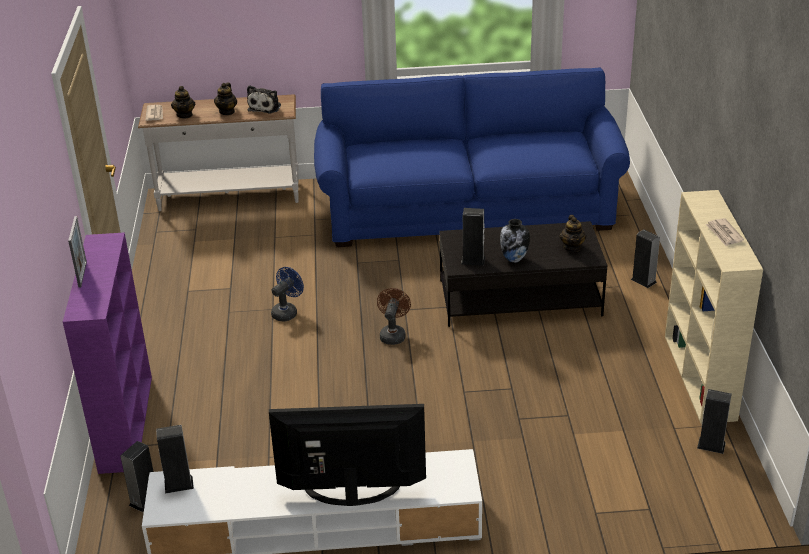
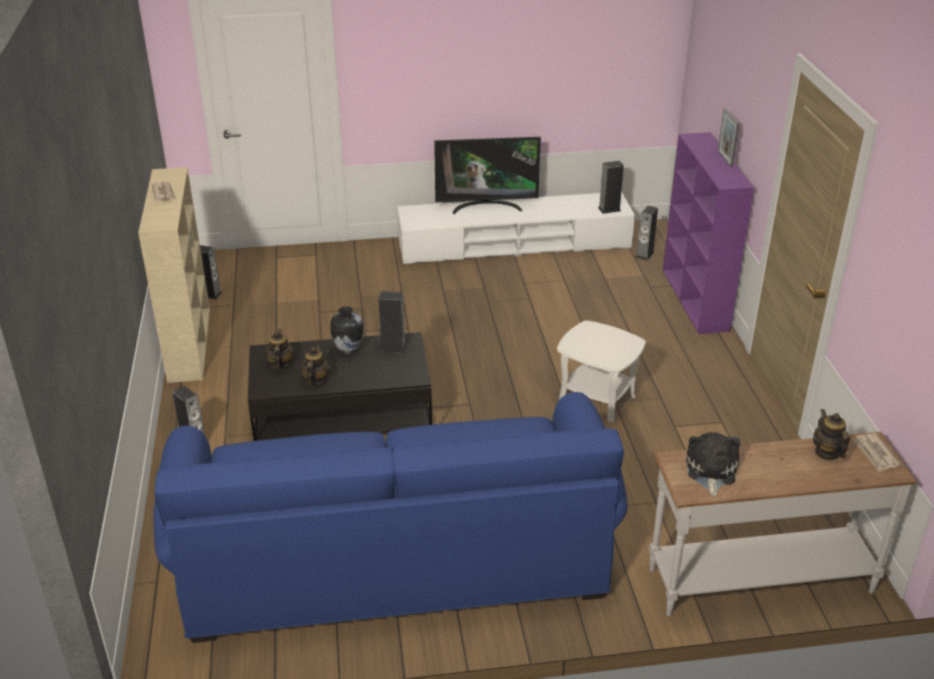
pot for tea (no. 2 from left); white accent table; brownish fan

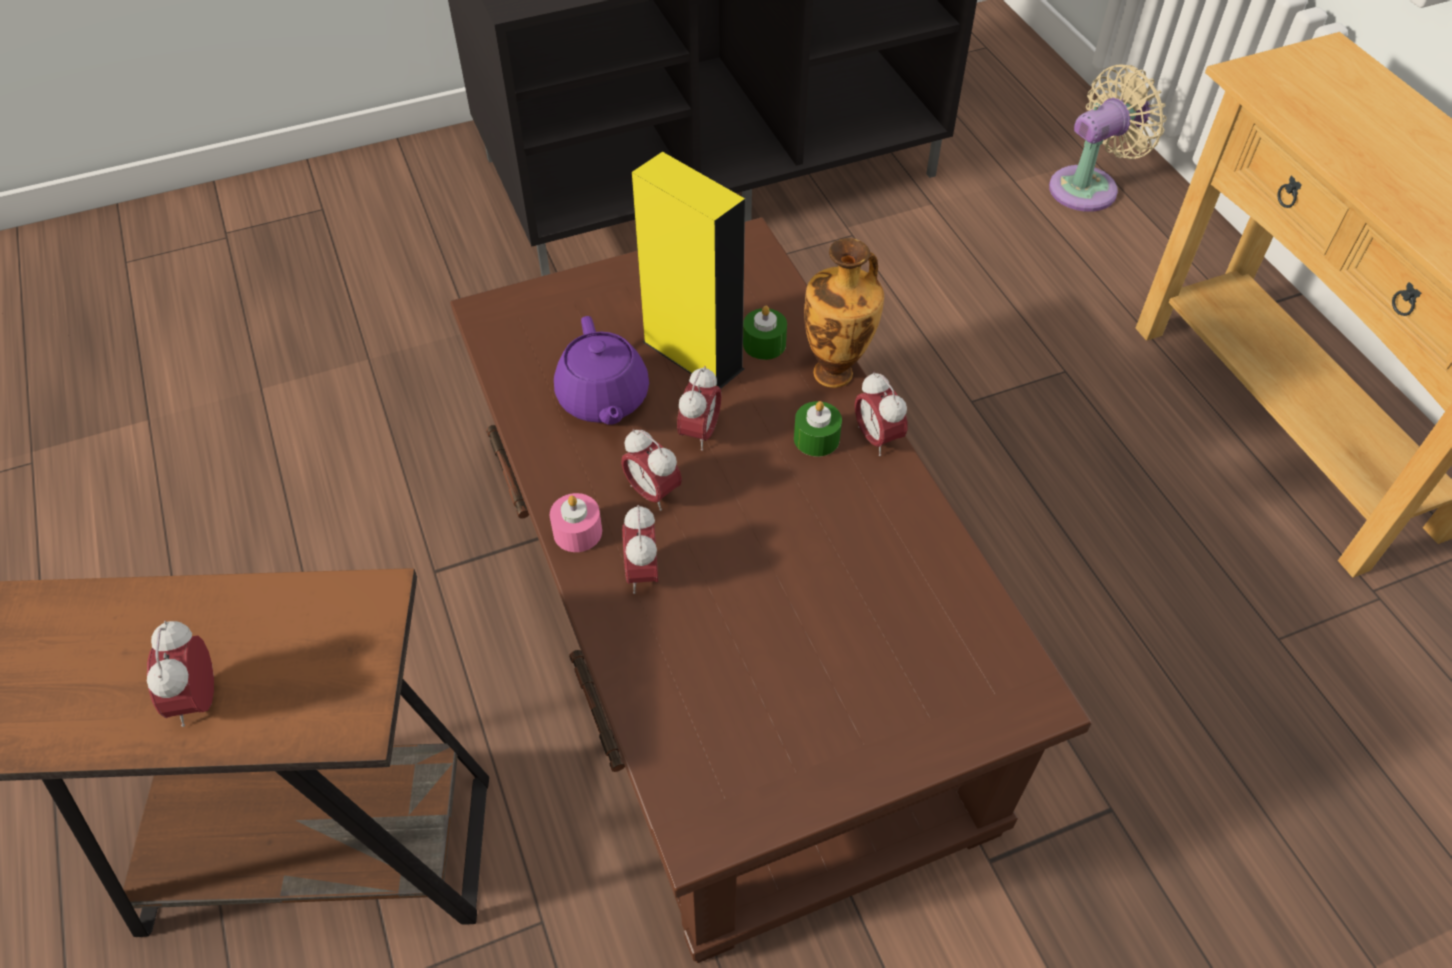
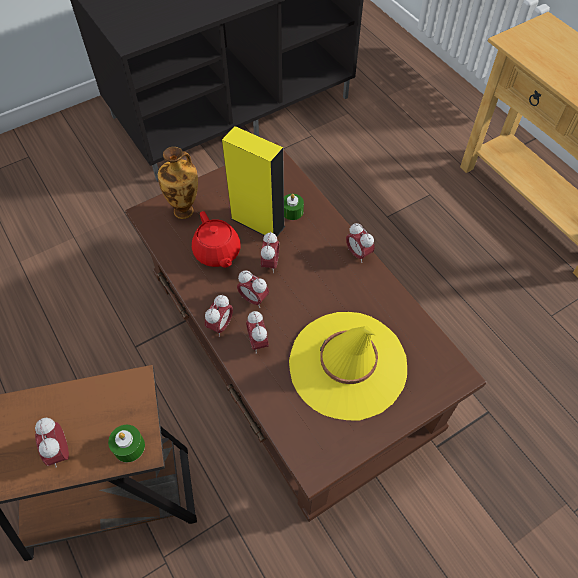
greenish candle (no. 1 from left); decorative vase; red pot for tea; alarm clock (no. 2 from left); yellow hat; beige fan

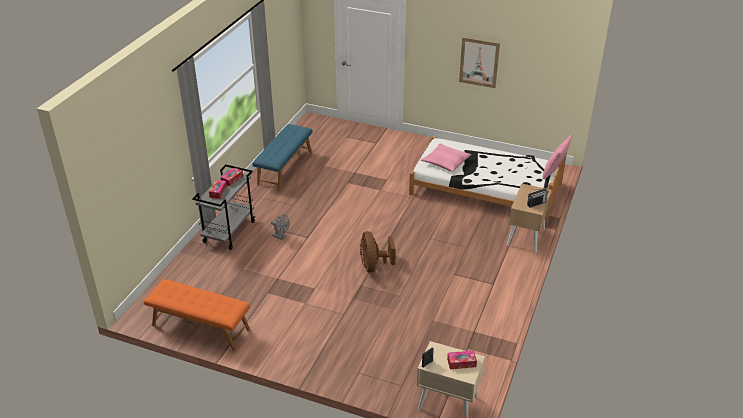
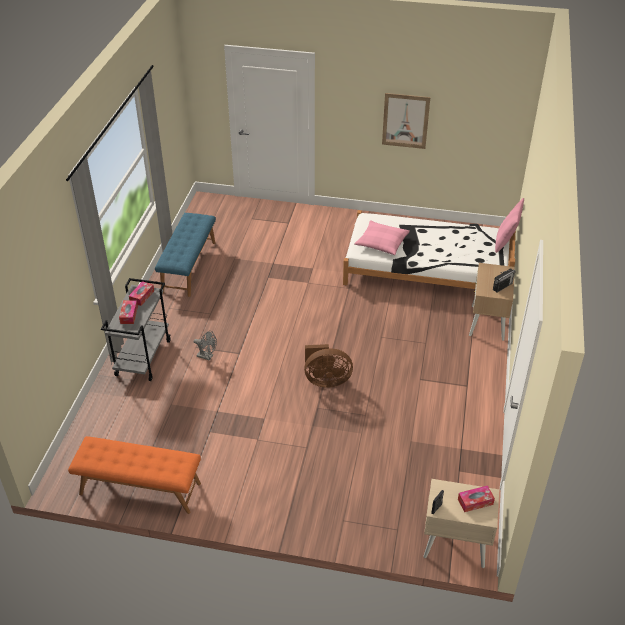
brownish fan

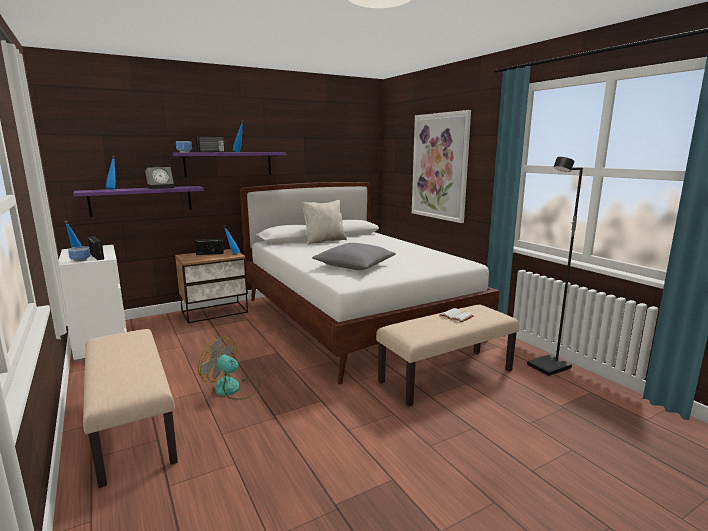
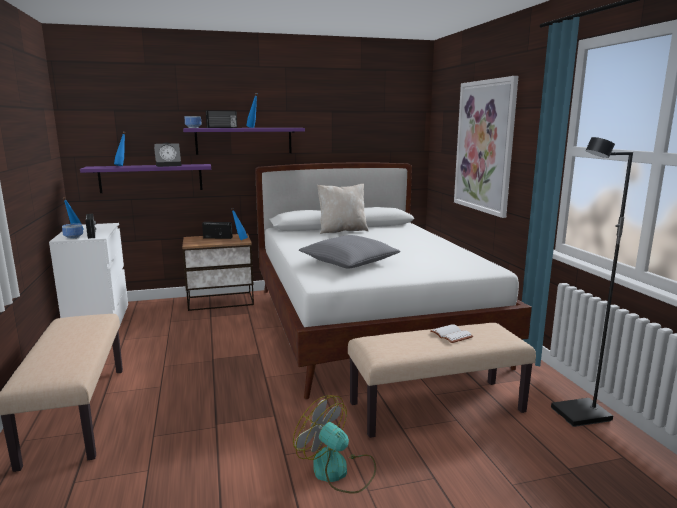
fan

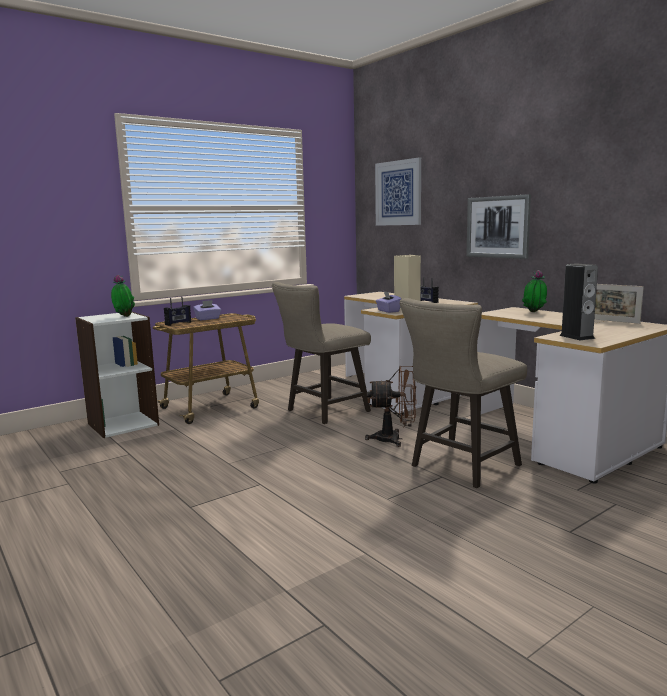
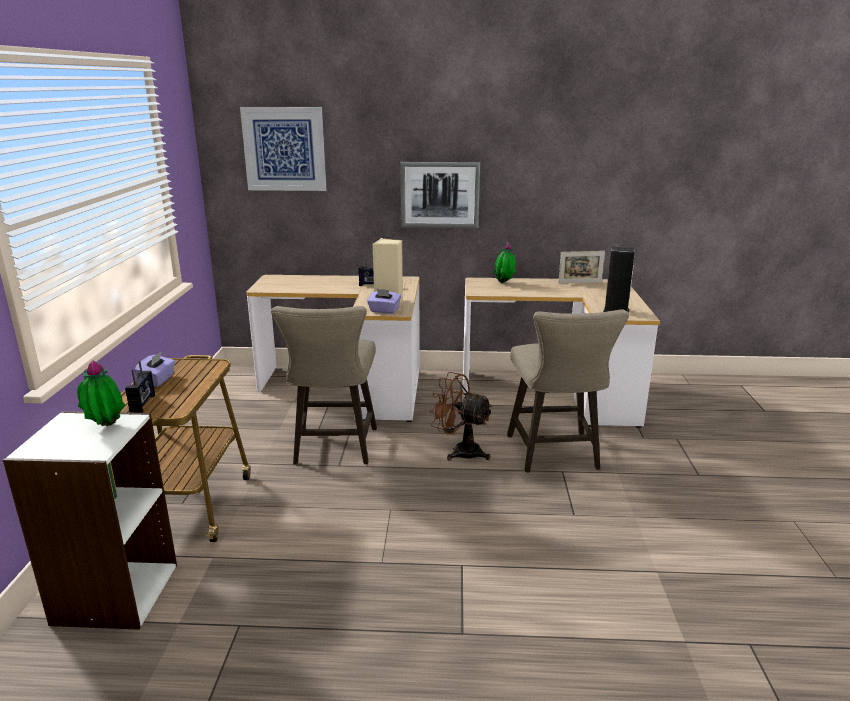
brownish fan

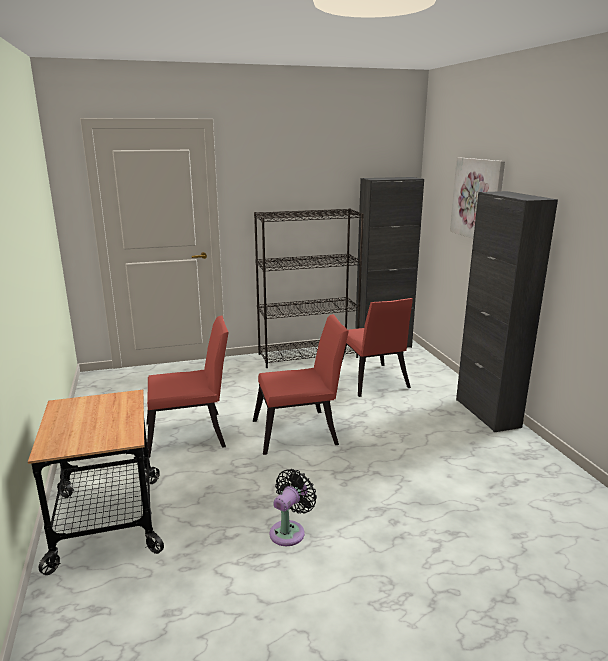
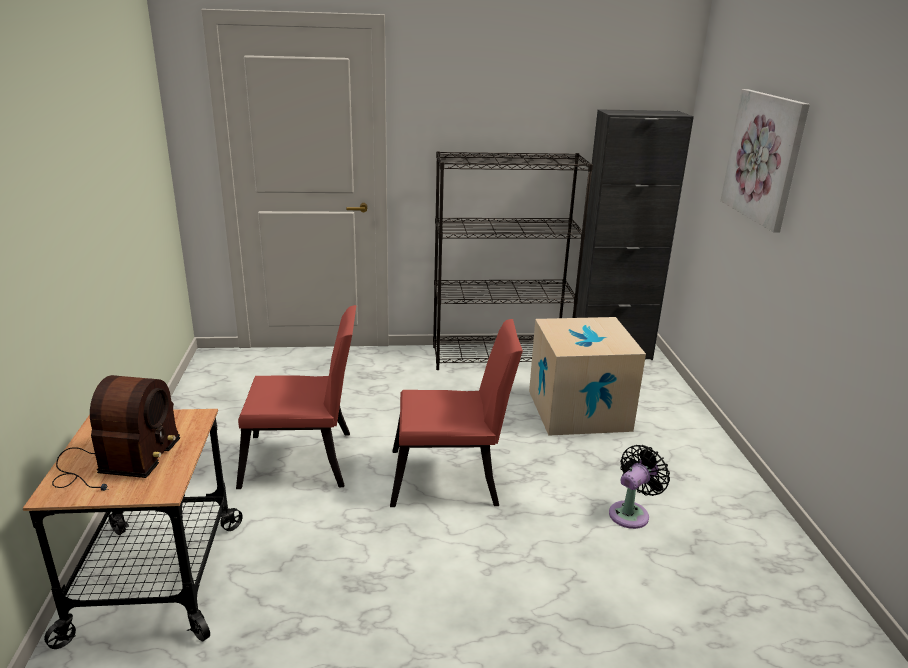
radio; cardboard box; black-coloured fan; black-coloured cupboard (no. 2 from left in the first image)

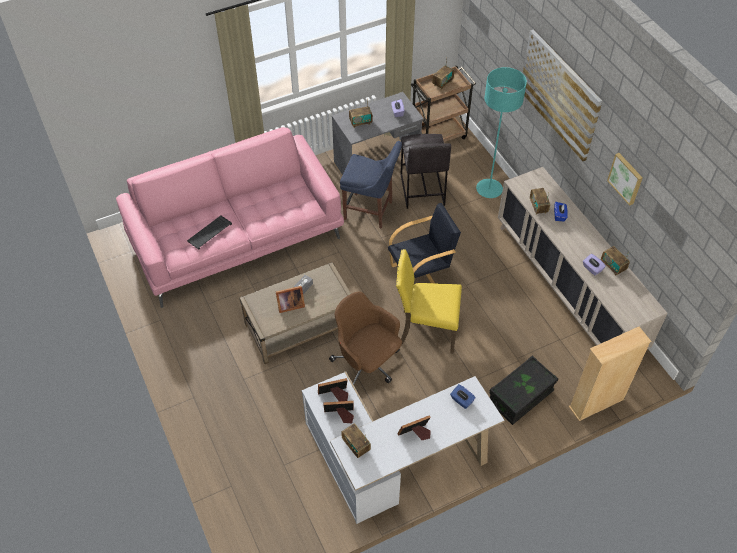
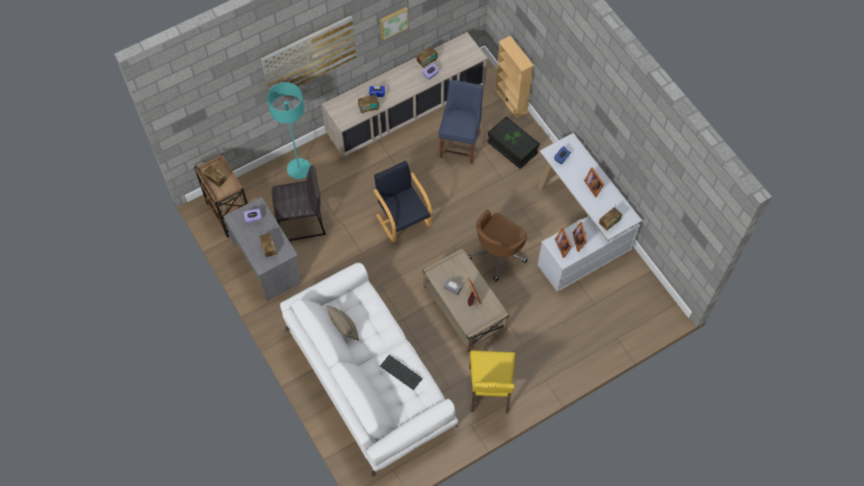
white couch; beige throw pillow; bluish plain chair; yellow plain chair

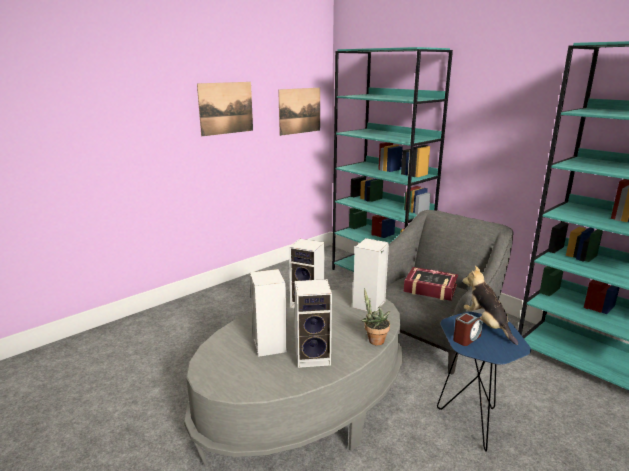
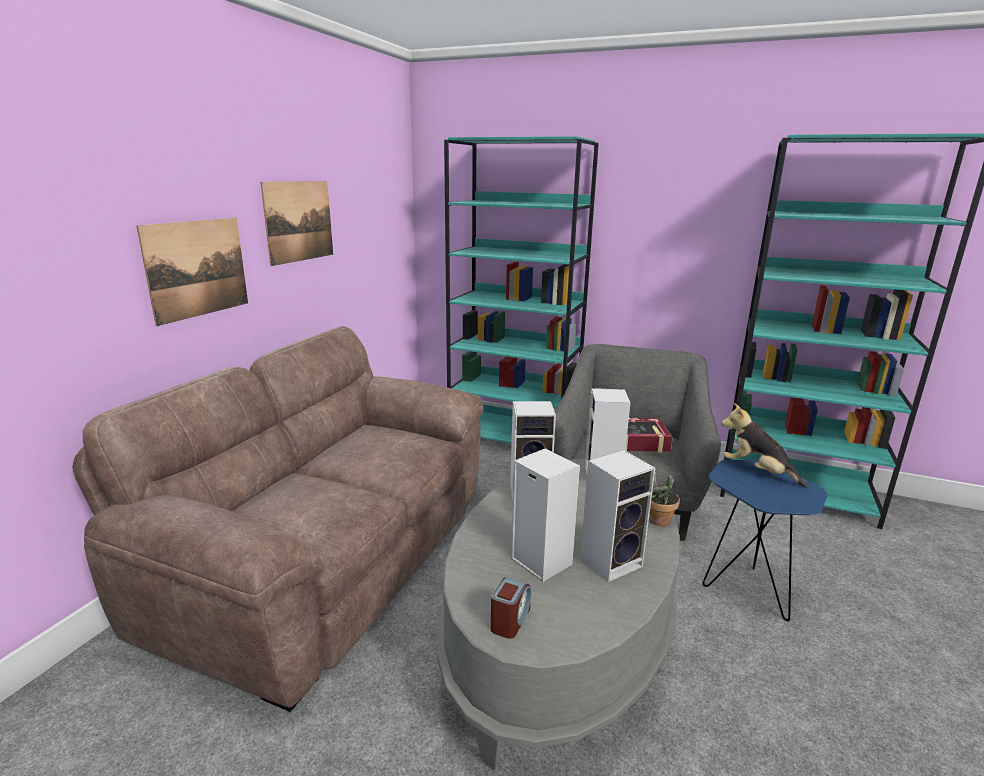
brownish couch; wall picture (no. 1 from left); alarm clock

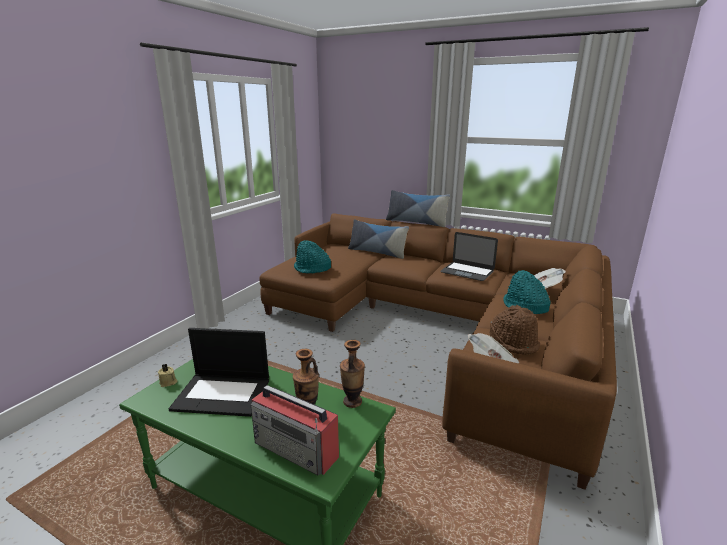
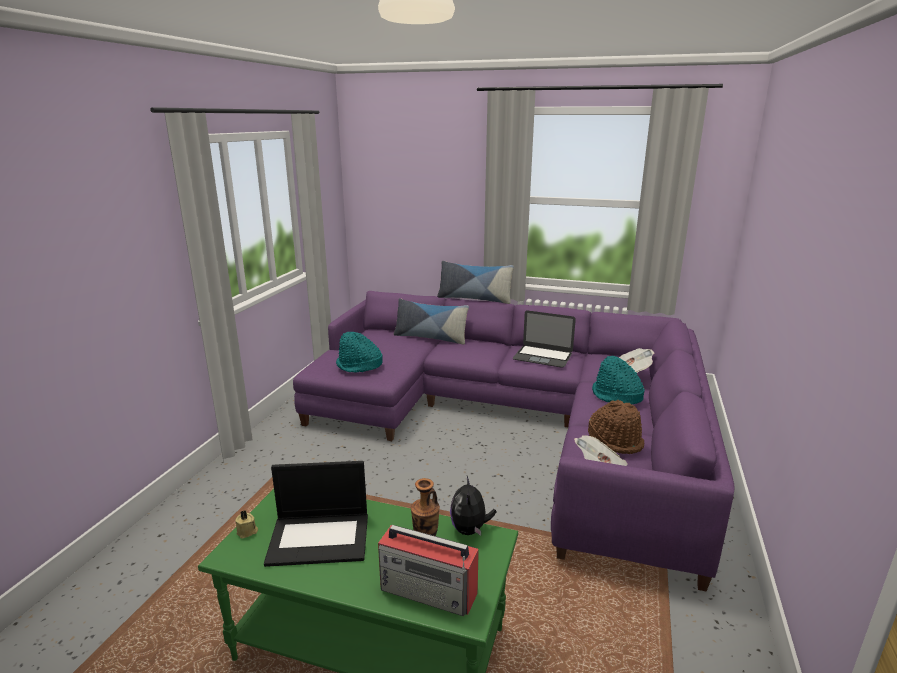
purple couch; plush toy

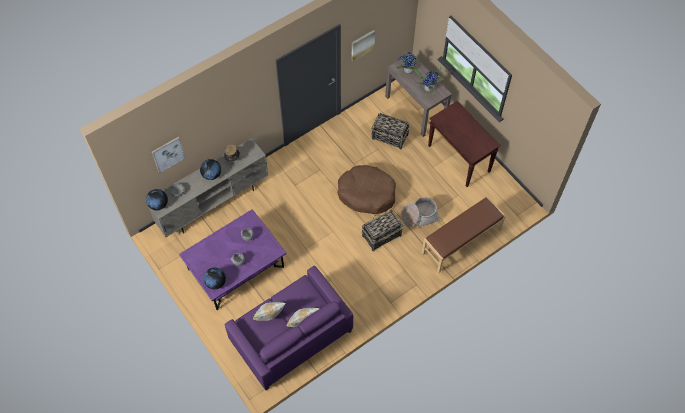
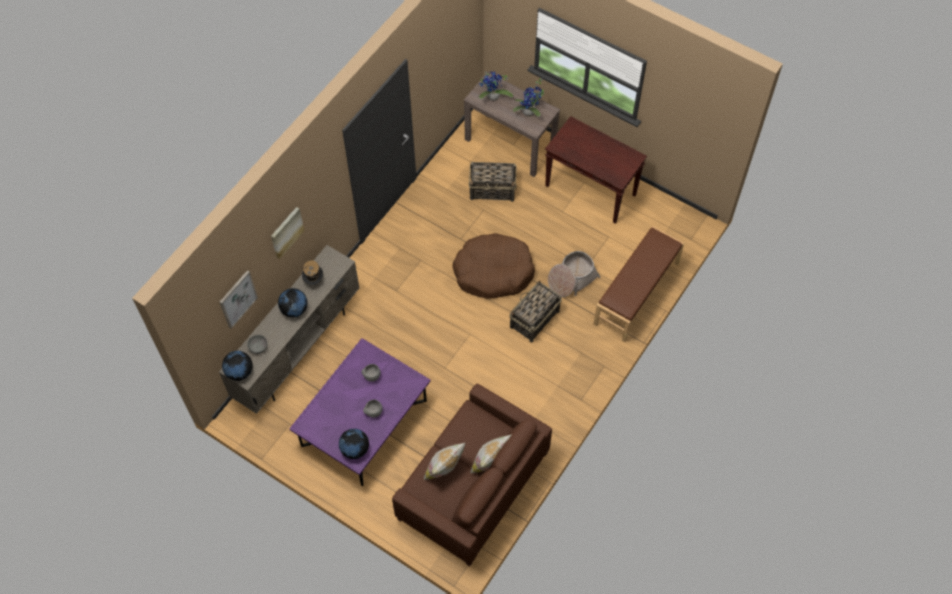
wall picture (no. 2 from left); brownish couch

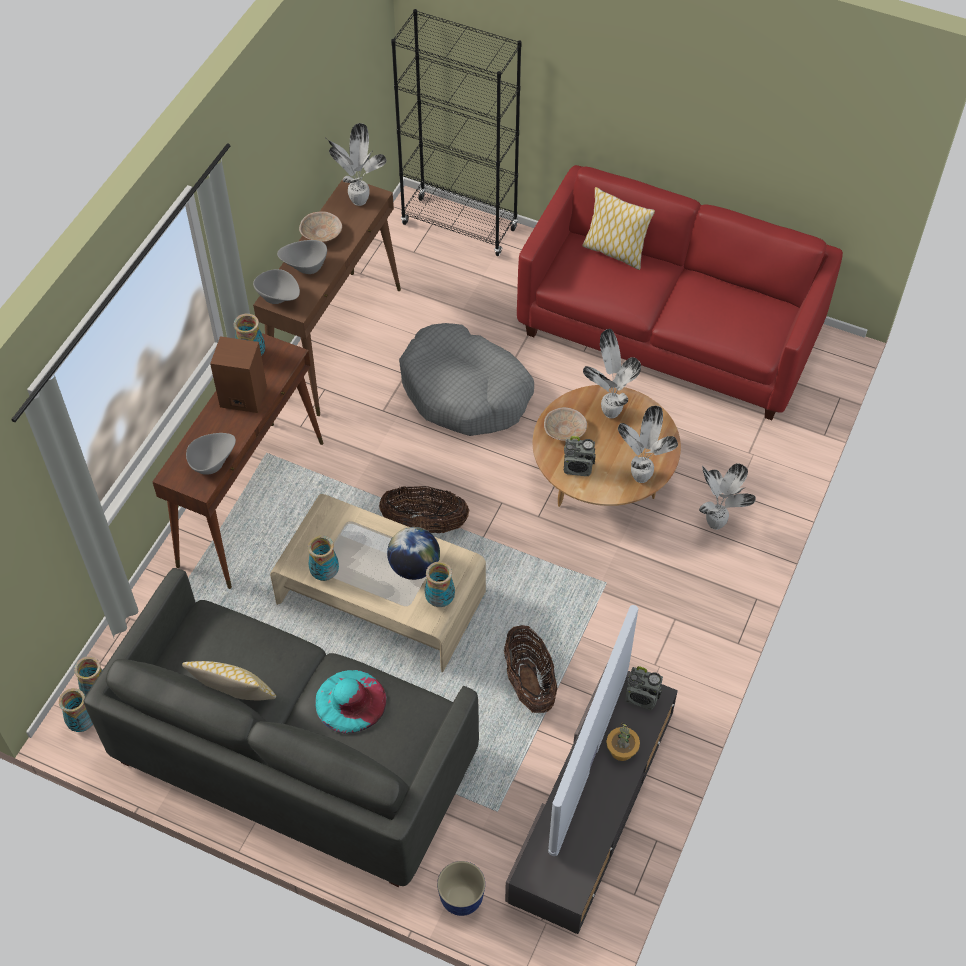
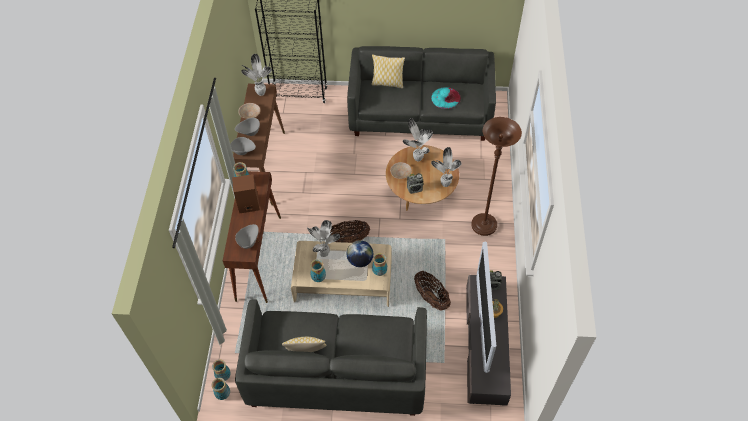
houseplant (no. 2 from left); gray couch (no. 2 from left); turquoise hat; brownish standing lamp; gray dog cushion; plant pot

